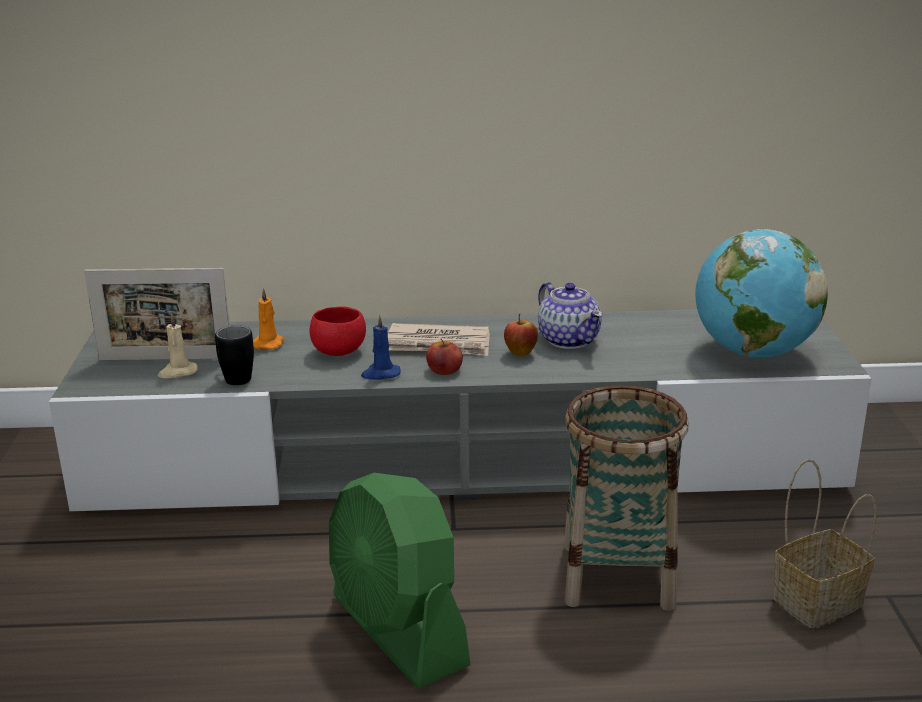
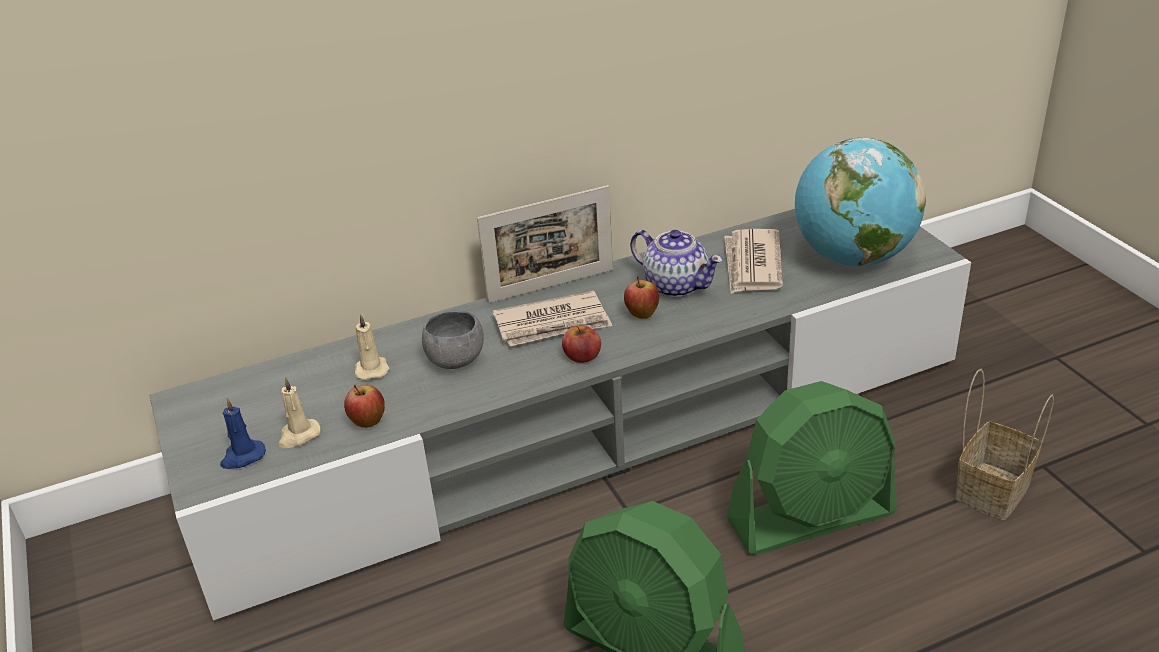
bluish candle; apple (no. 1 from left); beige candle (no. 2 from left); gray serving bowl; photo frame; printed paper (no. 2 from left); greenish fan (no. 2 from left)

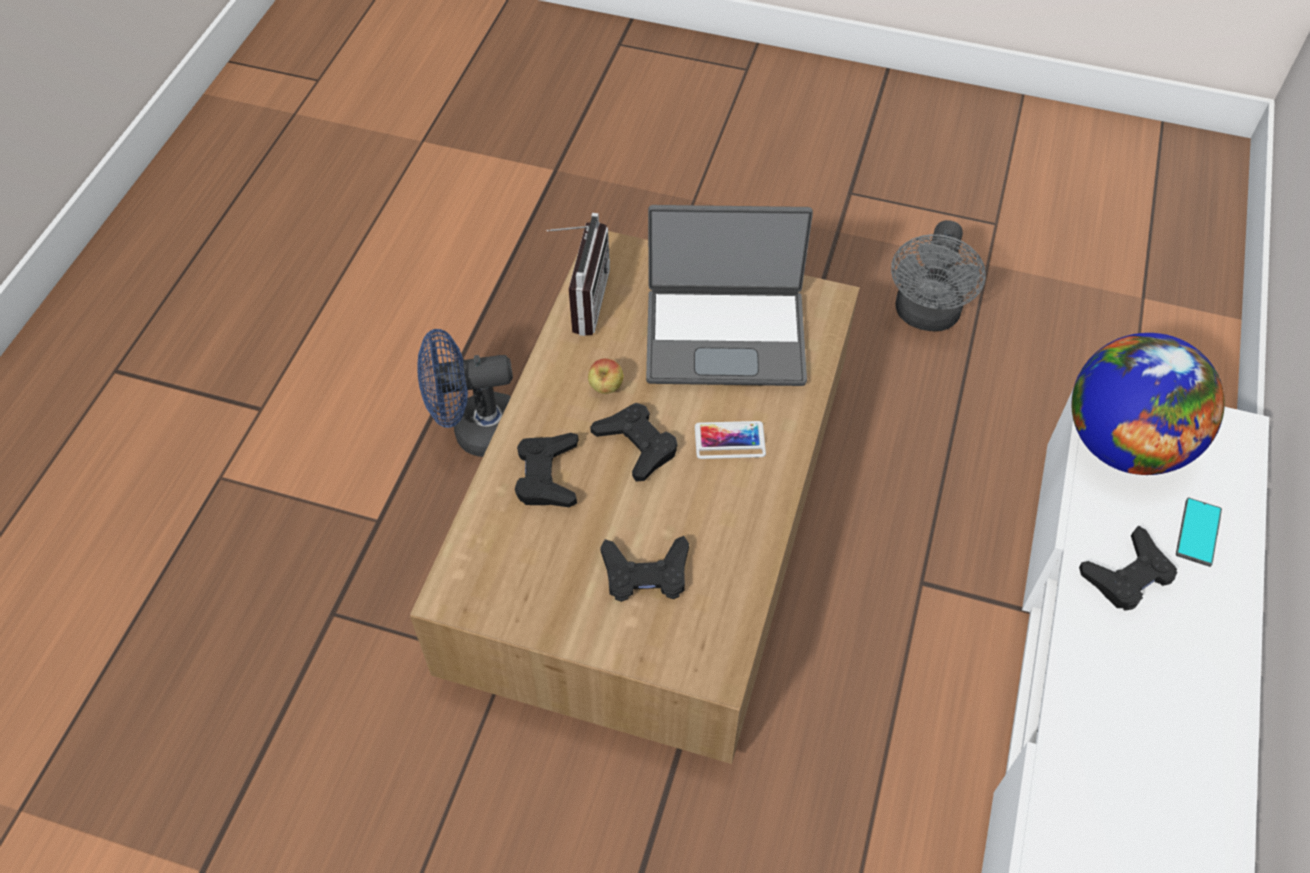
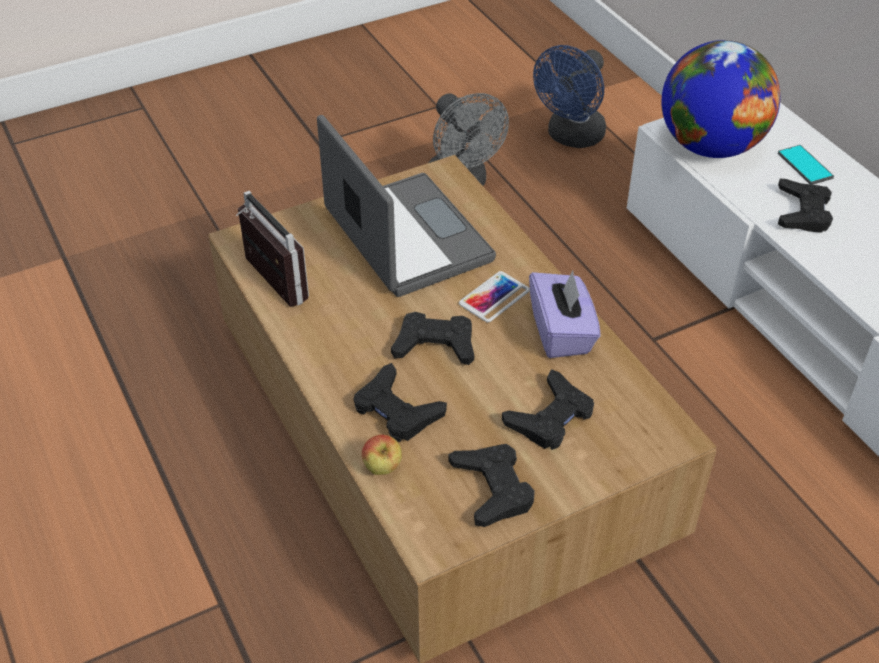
portable computer; apple; black-coloured joypad (no. 3 from left); purple box of tissues; bluish fan

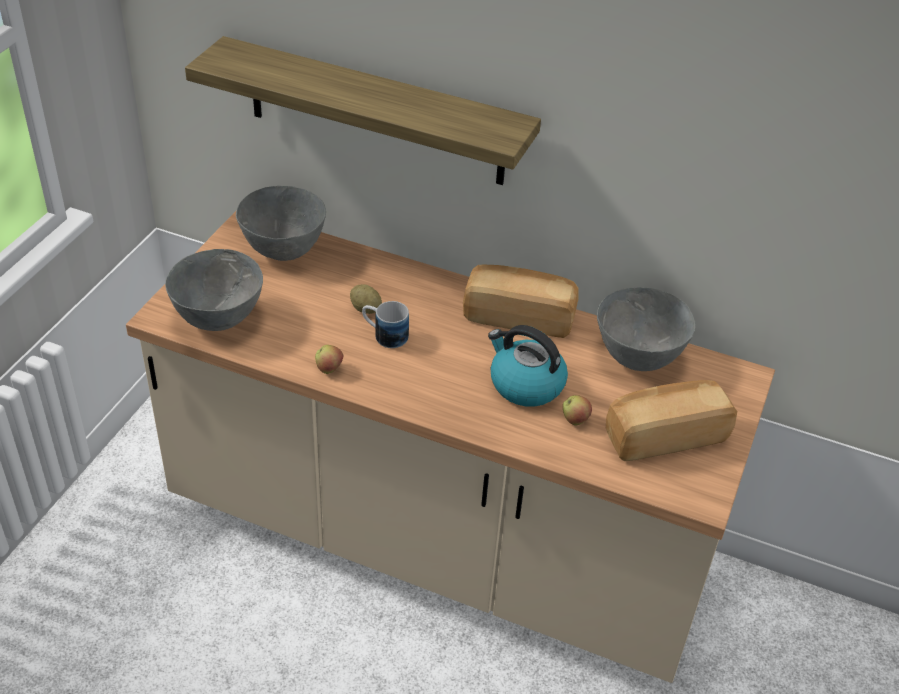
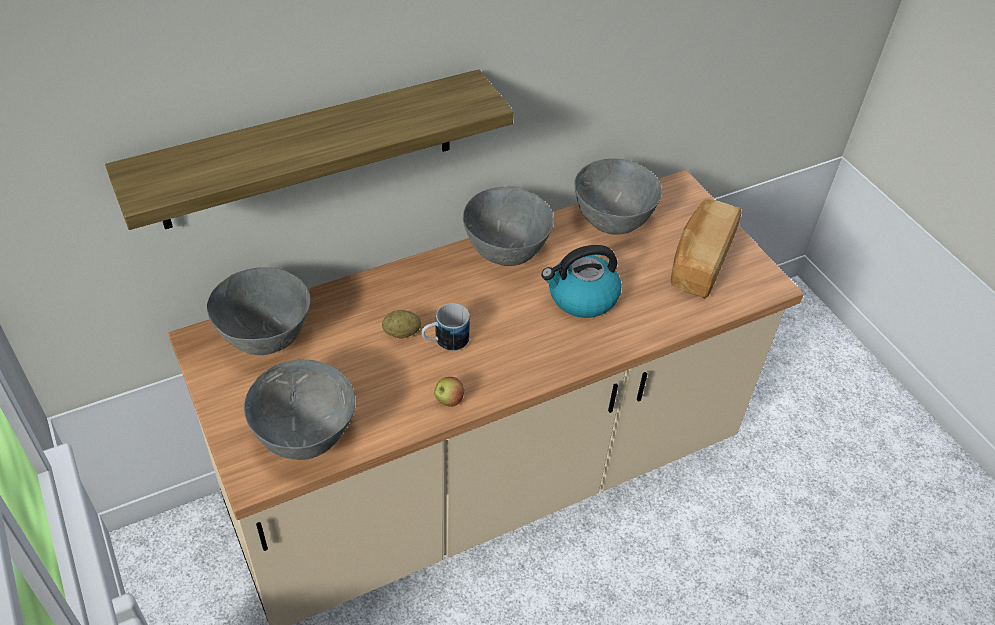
gray serving bowl (no. 3 from left); apple (no. 2 from left in the first image)

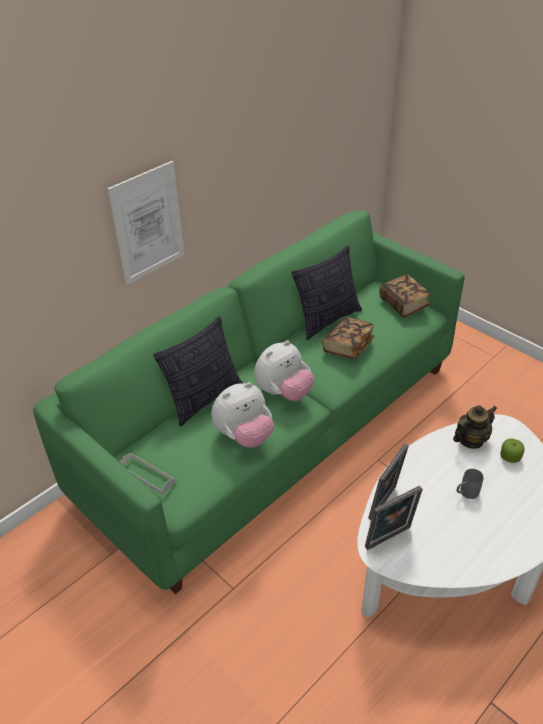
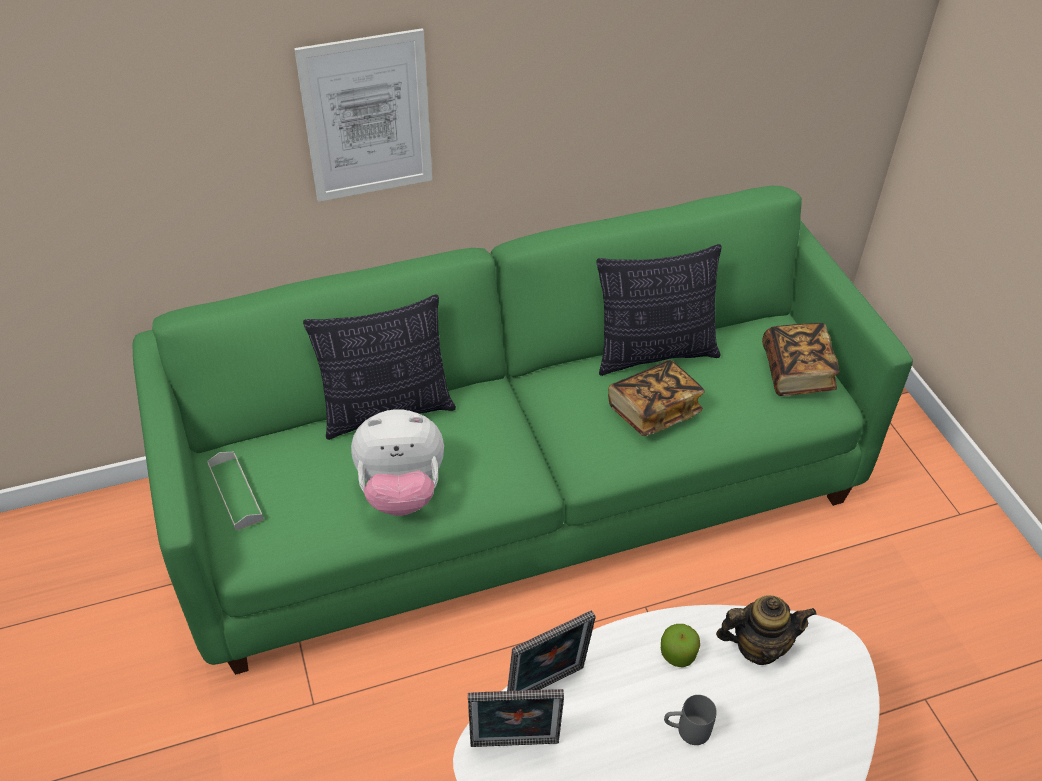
apple; plush toy (no. 2 from left in the first image)

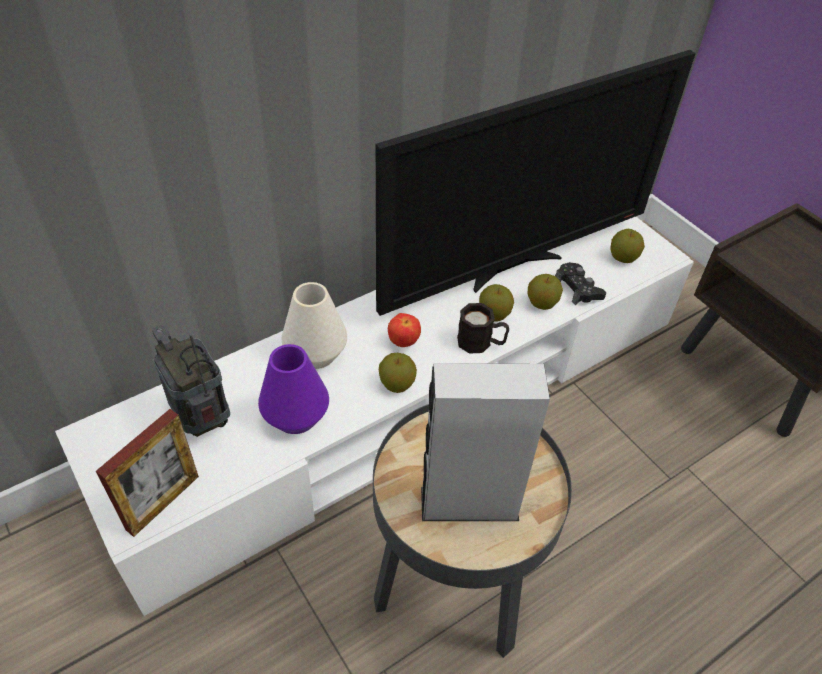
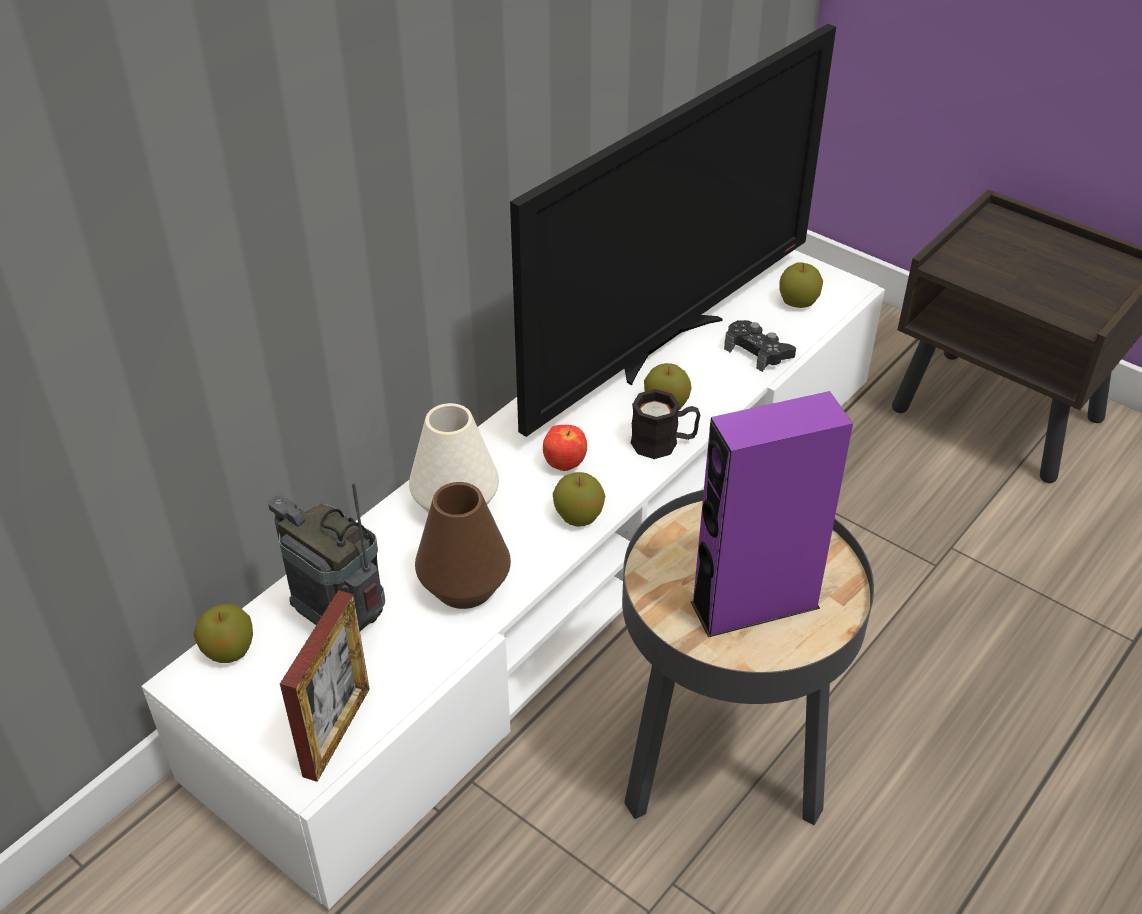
apple (no. 1 from left); brownish decorative vase; purple speaker

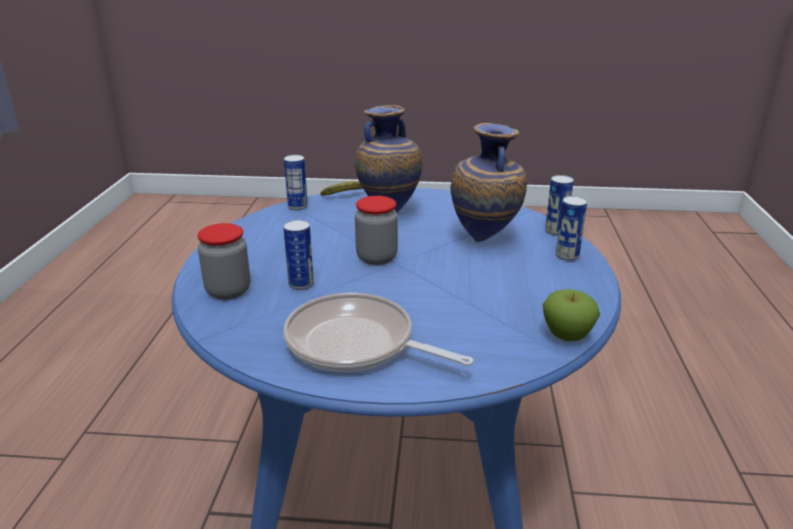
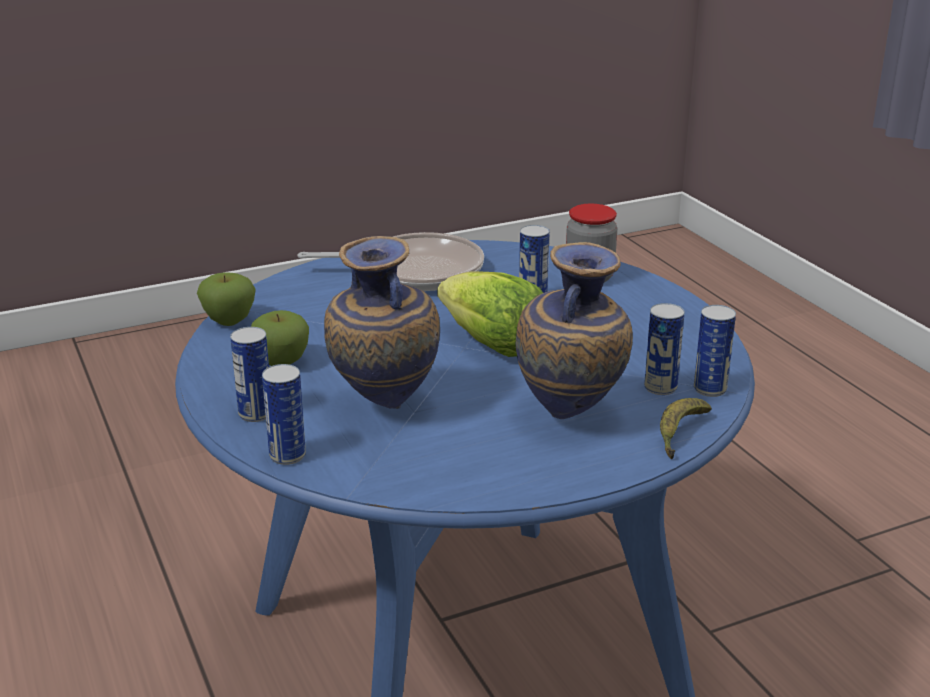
apple (no. 2 from left); head of lettuce; can (no. 4 from left)

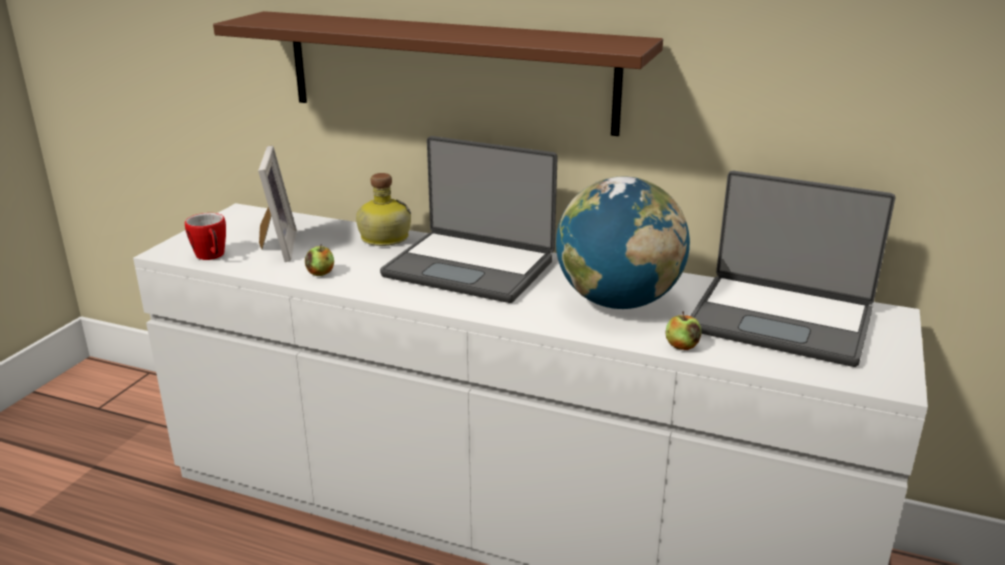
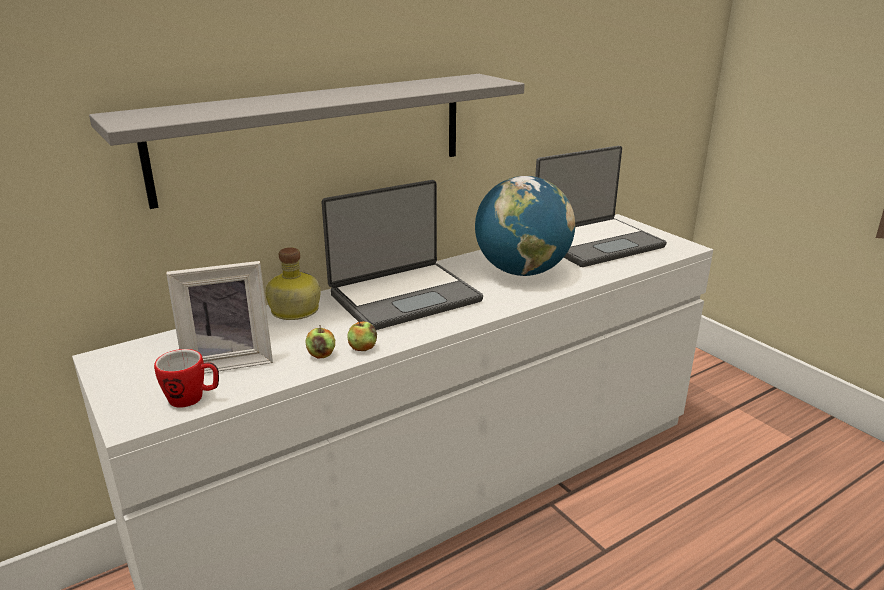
gray wall shelf; photo frame; apple (no. 2 from left)

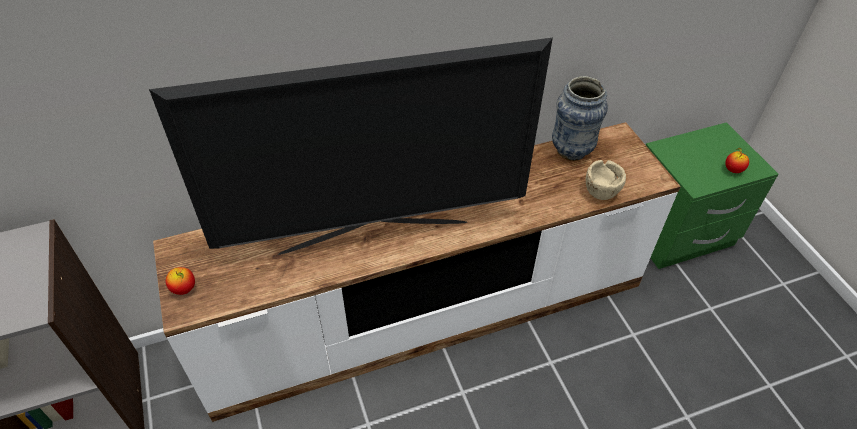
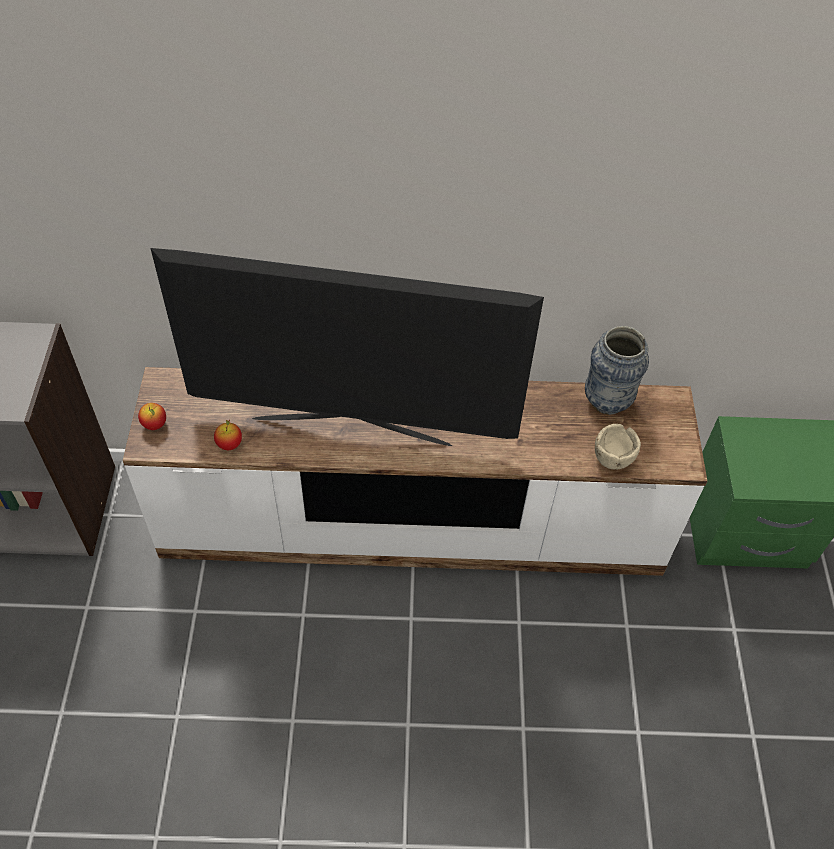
apple (no. 2 from left)

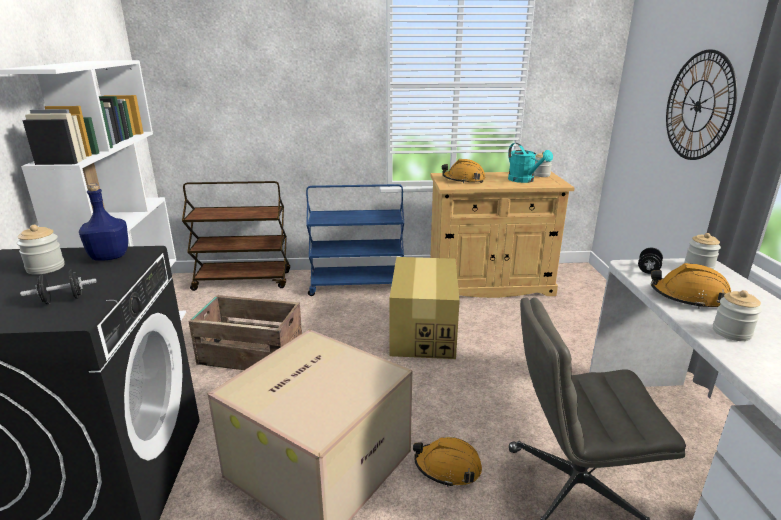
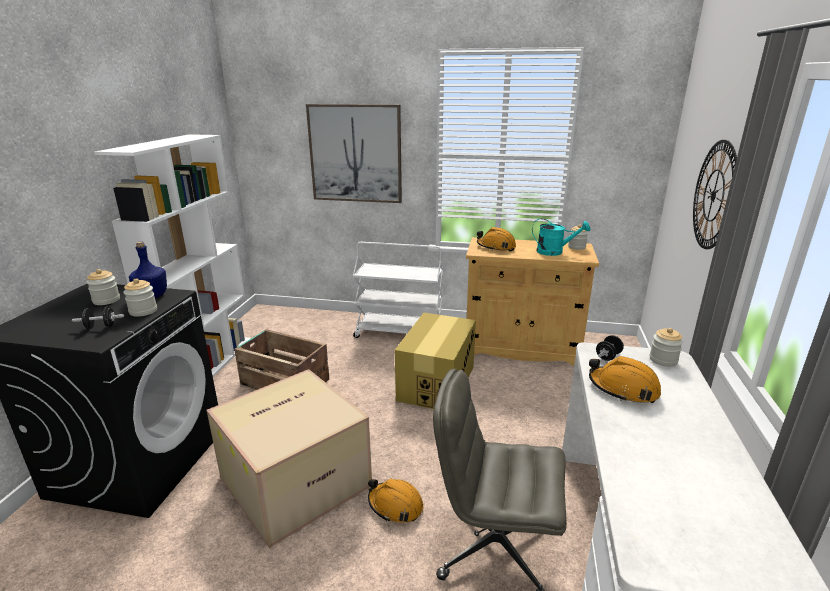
preserve jar (no. 2 from left); wall picture; white trolley; turquoise watering pot; brownish trolley

